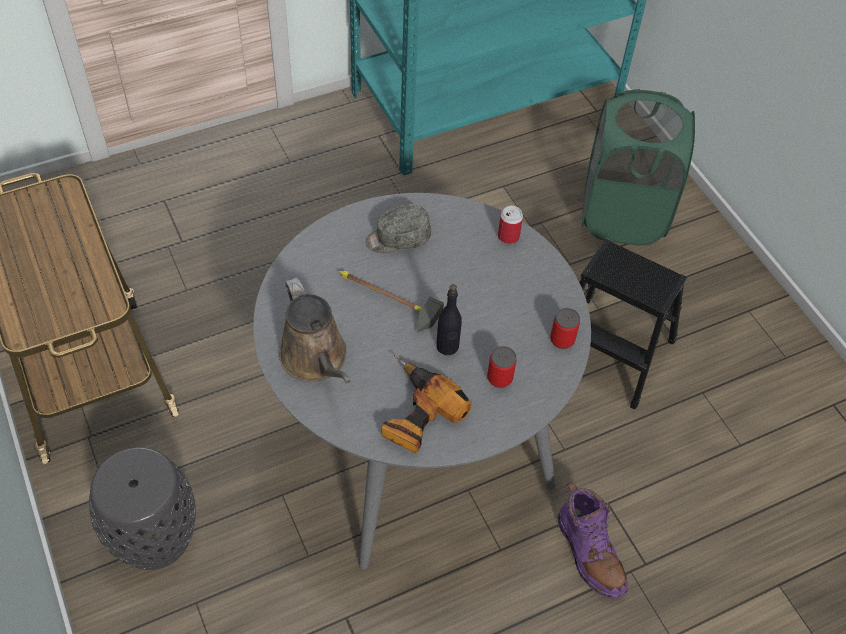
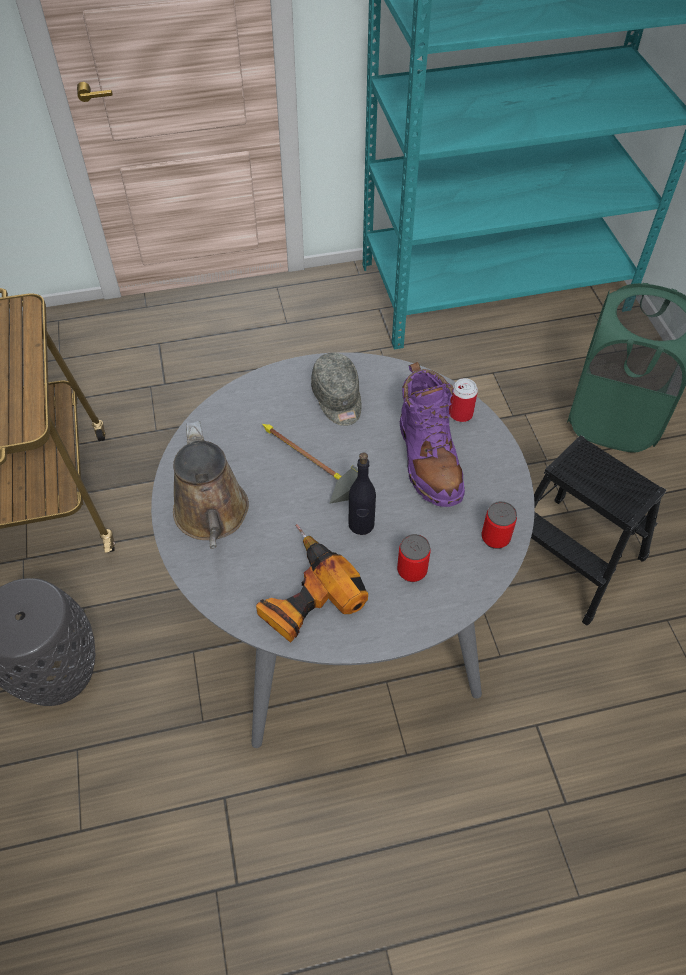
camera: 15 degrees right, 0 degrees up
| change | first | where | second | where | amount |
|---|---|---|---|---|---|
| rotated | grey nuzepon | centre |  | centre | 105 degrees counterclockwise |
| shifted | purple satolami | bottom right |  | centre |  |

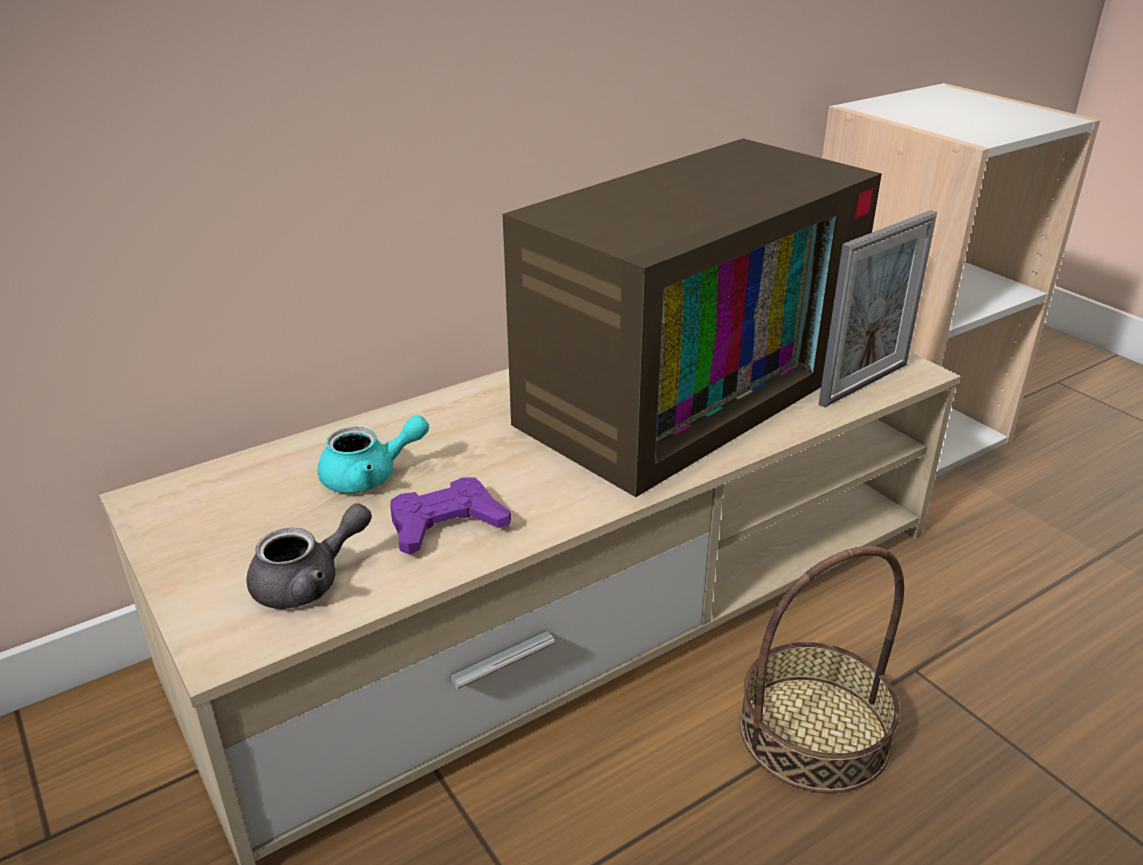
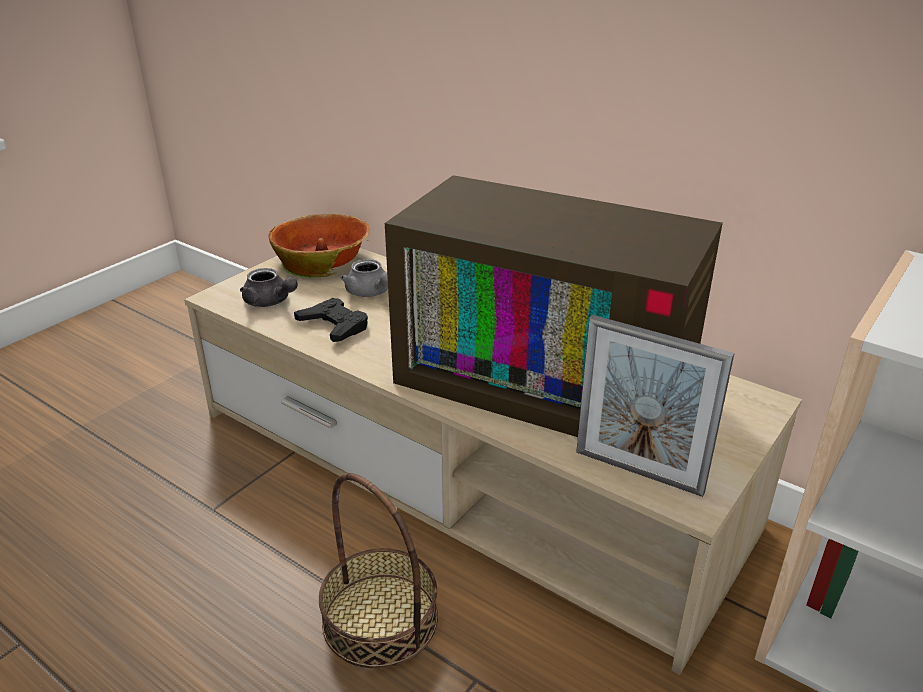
camera: 70 degrees right, 0 degrees up
| change | first | where | second | where | amount |
|---|---|---|---|---|---|
| repainted | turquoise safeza | middle left | grey safeza (no. 2 from left) | centre |  |
| repainted | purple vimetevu | centre | black vimetevu | centre |  |
| new |  |  | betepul | centre |  |

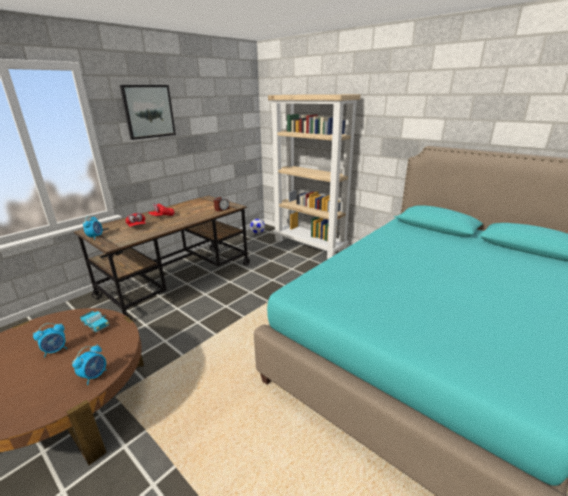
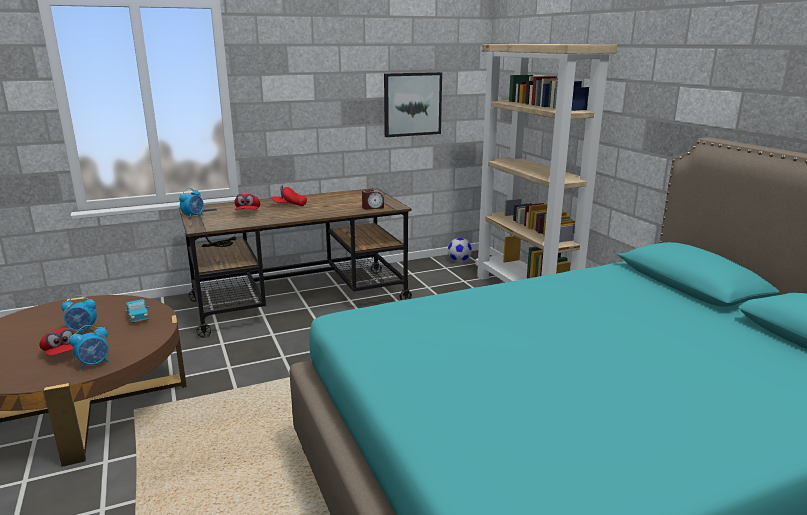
camera: 25 degrees right, 5 degrees down
| change | first | where | second | where | amount |
|---|---|---|---|---|---|
| shifted | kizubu | top left |  | top centre |  |
| new |  |  | red nuzepon (no. 1 from left) | middle left |  |

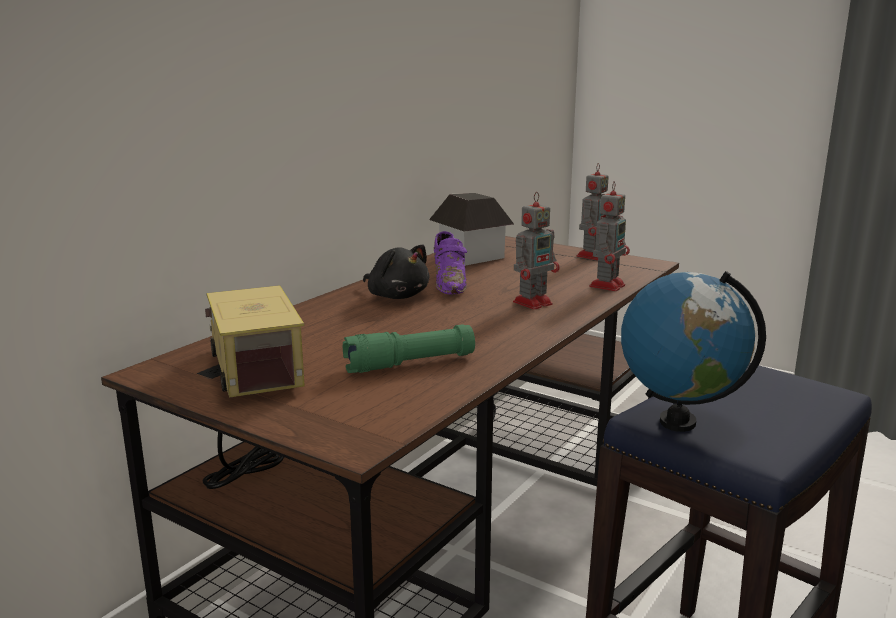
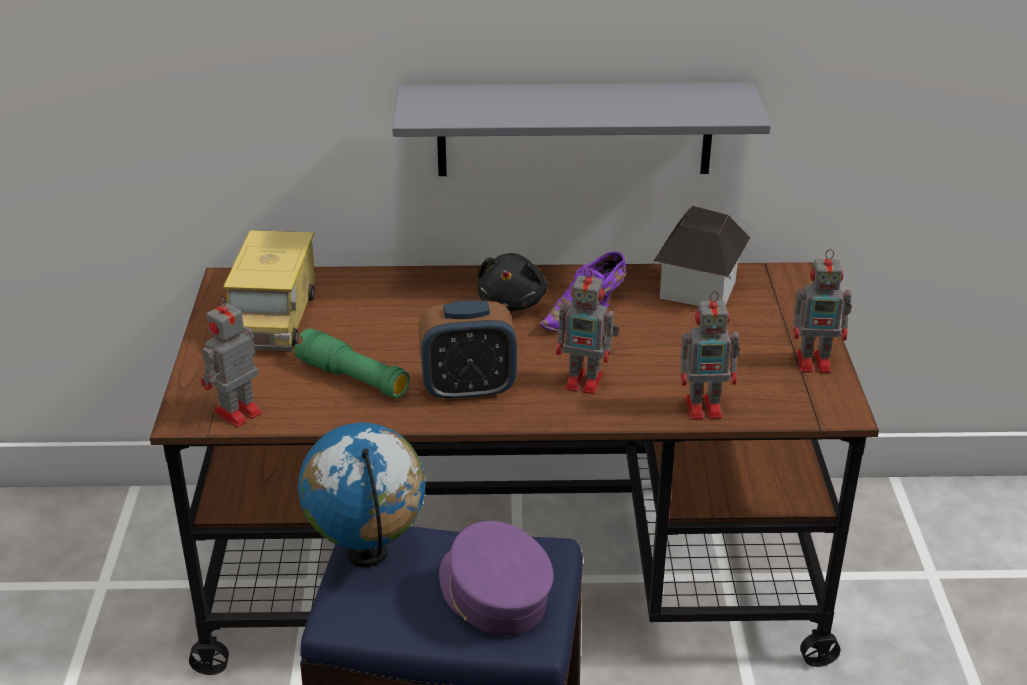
camera: 55 degrees right, 15 degrees up
| change | first | where | second | where | amount |
|---|---|---|---|---|---|
| rotated | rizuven | middle left |  | middle left | 150 degrees clockwise |
| new |  |  | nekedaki (no. 1 from left) | middle left |  |
| new |  |  | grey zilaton | top centre |  |
| new |  |  | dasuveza | centre |  |
| new |  |  | purple nuzepon | bottom centre |  |

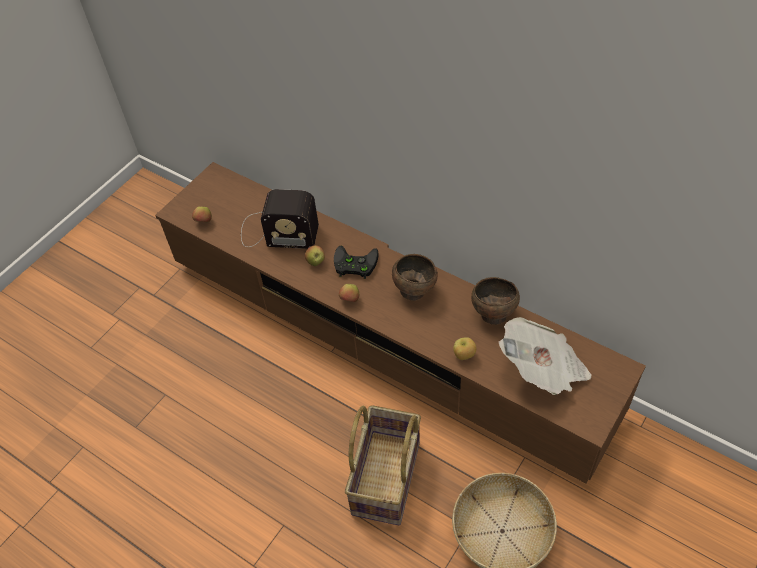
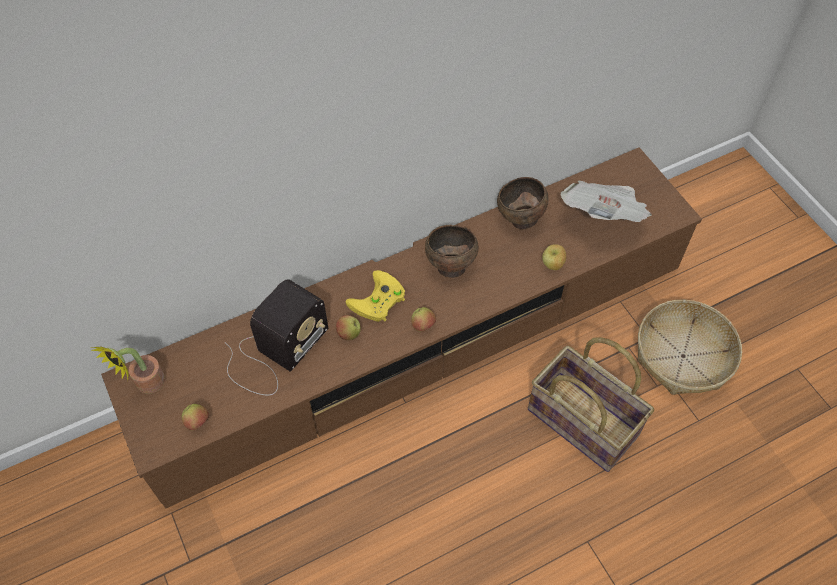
camera: 65 degrees left, 5 degrees up
| change | first | where | second | where | amount |
|---|---|---|---|---|---|
| repainted | black vimetevu | centre | yellow vimetevu | centre |  |
| new |  |  | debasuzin | middle left |  |

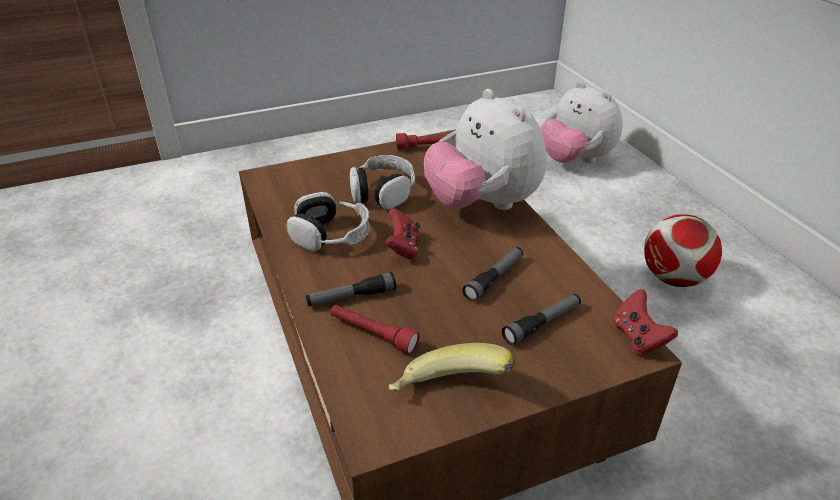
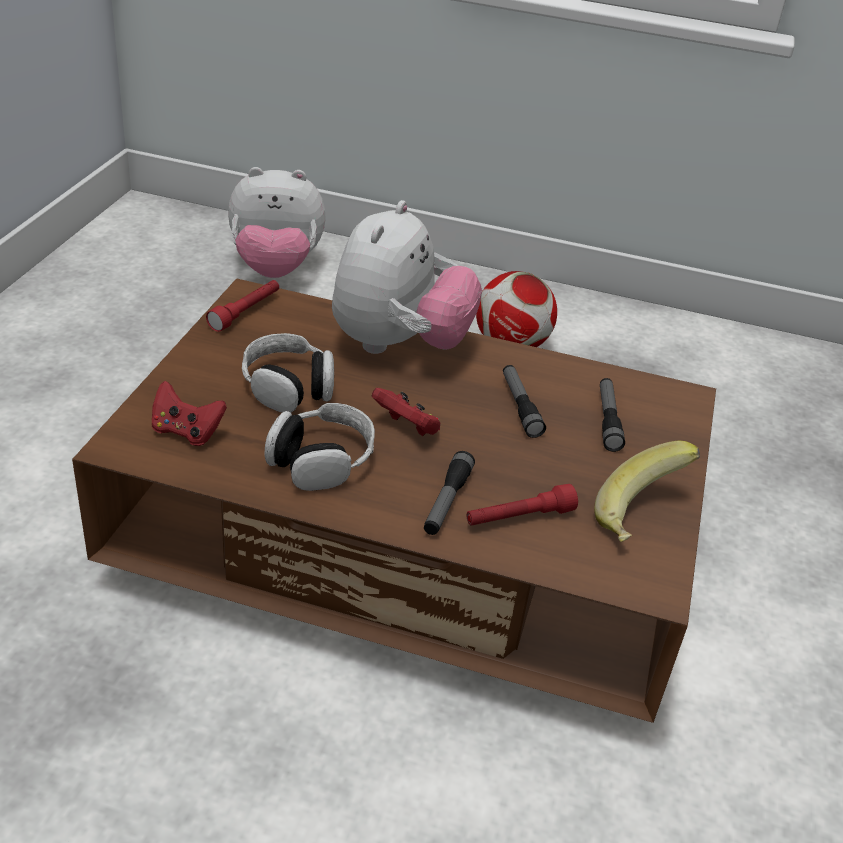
camera: 55 degrees left, 0 degrees up
| change | first | where | second | where | amount |
|---|---|---|---|---|---|
| rotated | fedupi (no. 1 from left in the first image) | top centre | fedupi (no. 2 from left) | top centre | 75 degrees counterclockwise |
| shifted | red vimetevu (no. 2 from left in the first image) | middle right | red vimetevu (no. 1 from left) | middle left |  |

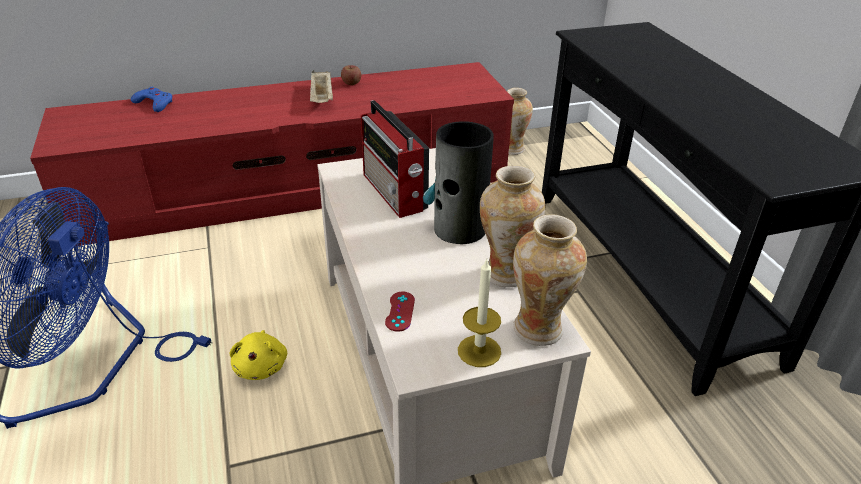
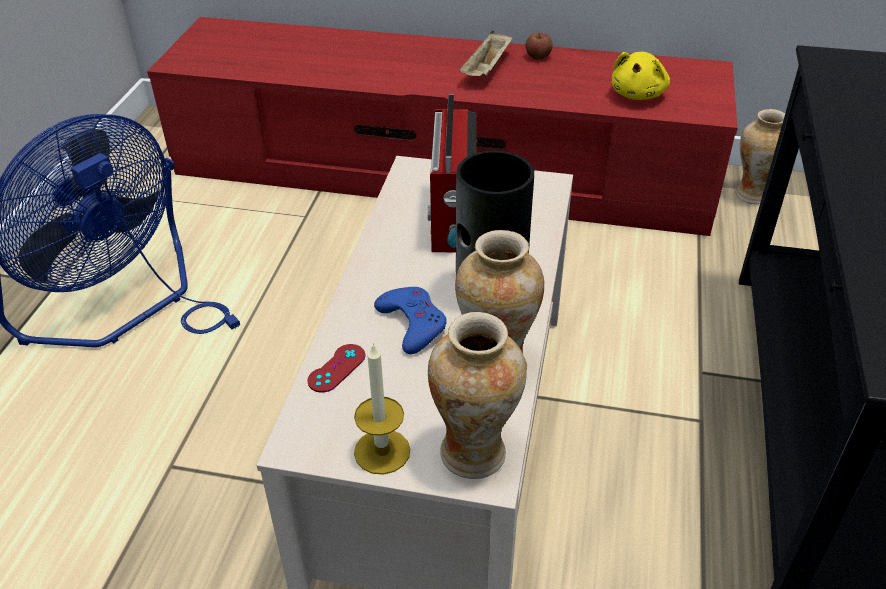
camera: 30 degrees right, 5 degrees up
| change | first | where | second | where | amount |
|---|---|---|---|---|---|
| shifted | blue vimetevu | top left |  | centre |  |
| shifted | yellow fedupi | bottom left |  | top right |  |

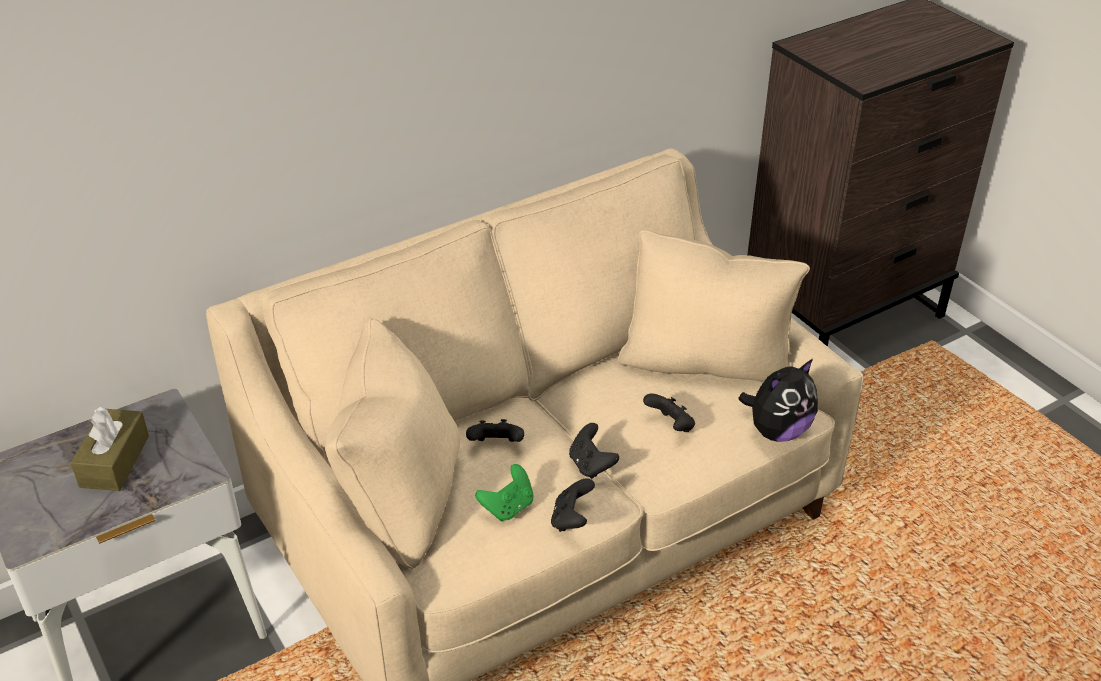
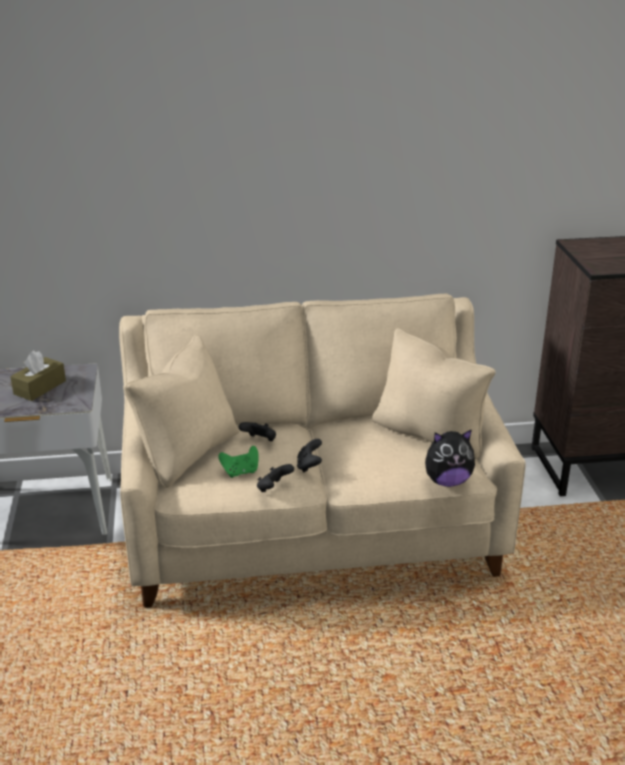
camera: 25 degrees right, 10 degrees down
| change | first | where | second | where | amount |
|---|---|---|---|---|---|
| gone | black vimetevu (no. 4 from left) | centre |  |  |  |

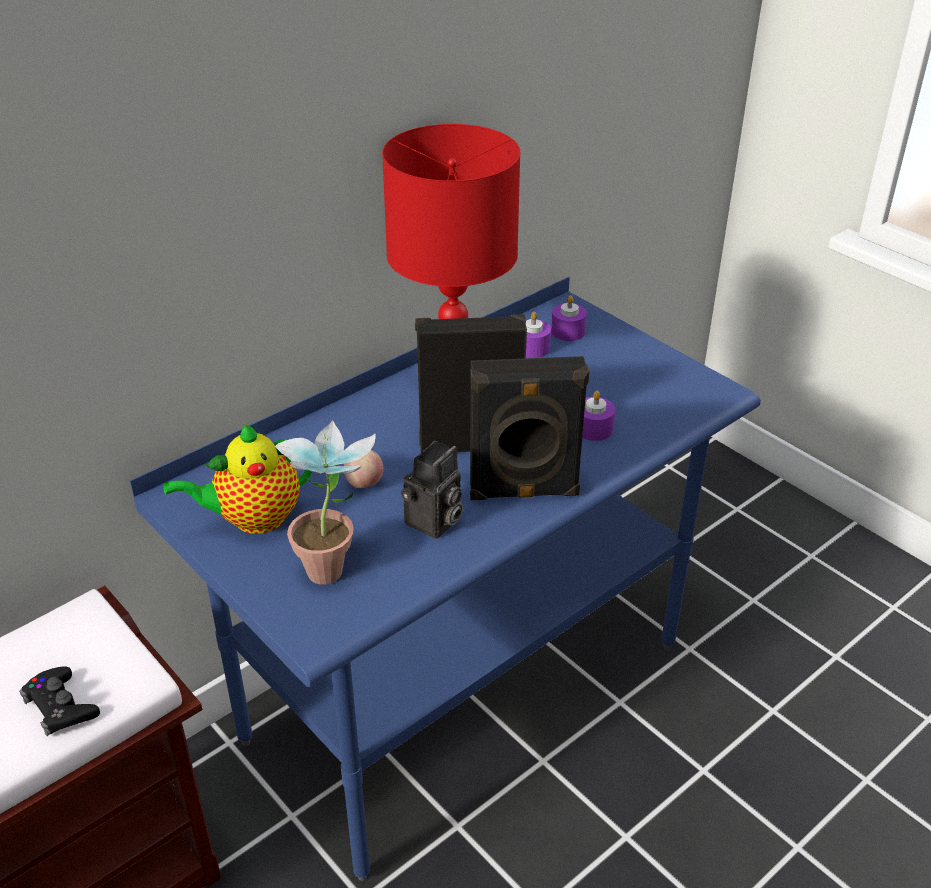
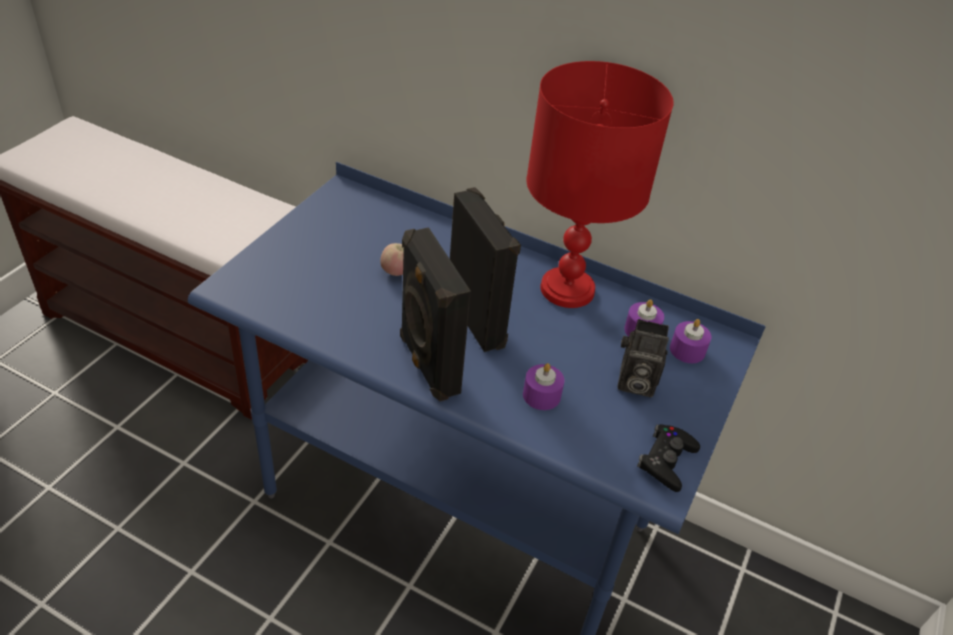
camera: 65 degrees right, 5 degrees up
| change | first | where | second | where | amount |
|---|---|---|---|---|---|
| shifted | black vimetevu | bottom left |  | bottom right |  |
| gone | safeza | middle left |  |  |  |
| gone | debasuzin | centre |  |  |  |
| shifted | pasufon | centre |  | middle right |  |

